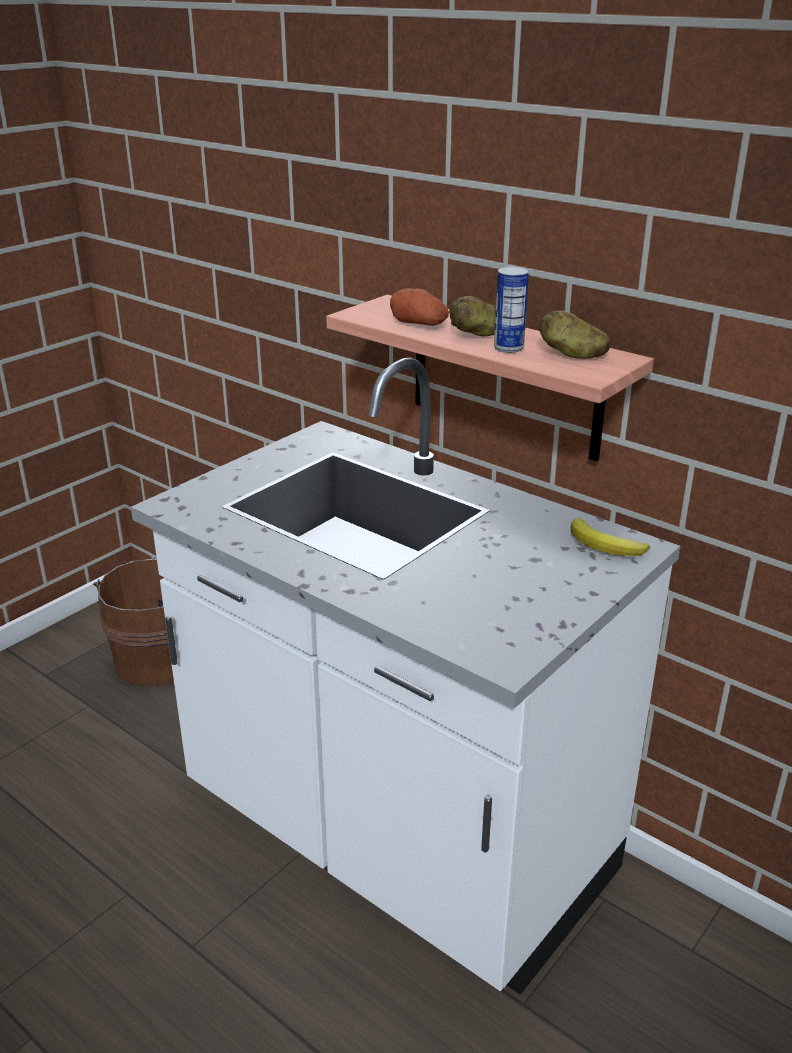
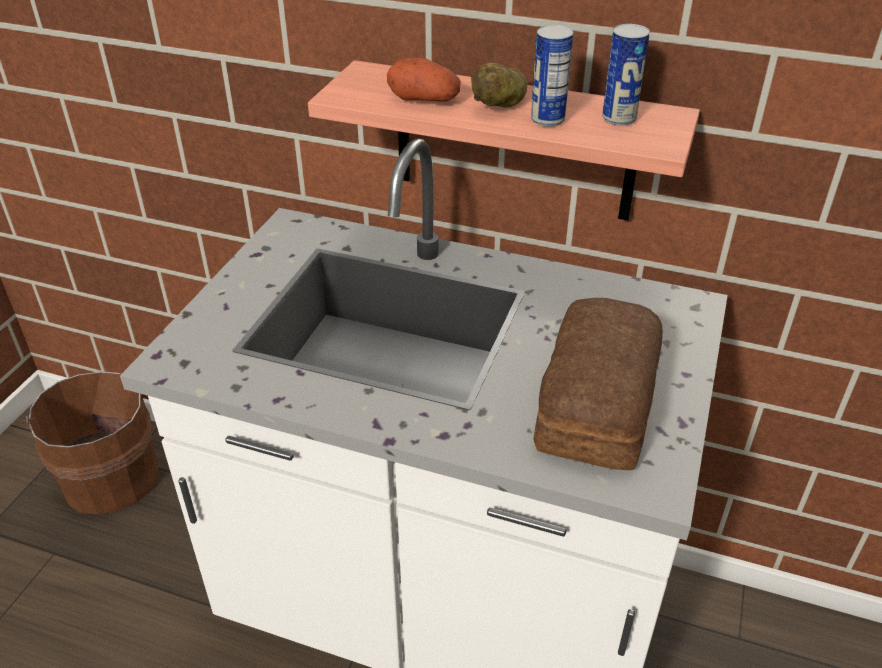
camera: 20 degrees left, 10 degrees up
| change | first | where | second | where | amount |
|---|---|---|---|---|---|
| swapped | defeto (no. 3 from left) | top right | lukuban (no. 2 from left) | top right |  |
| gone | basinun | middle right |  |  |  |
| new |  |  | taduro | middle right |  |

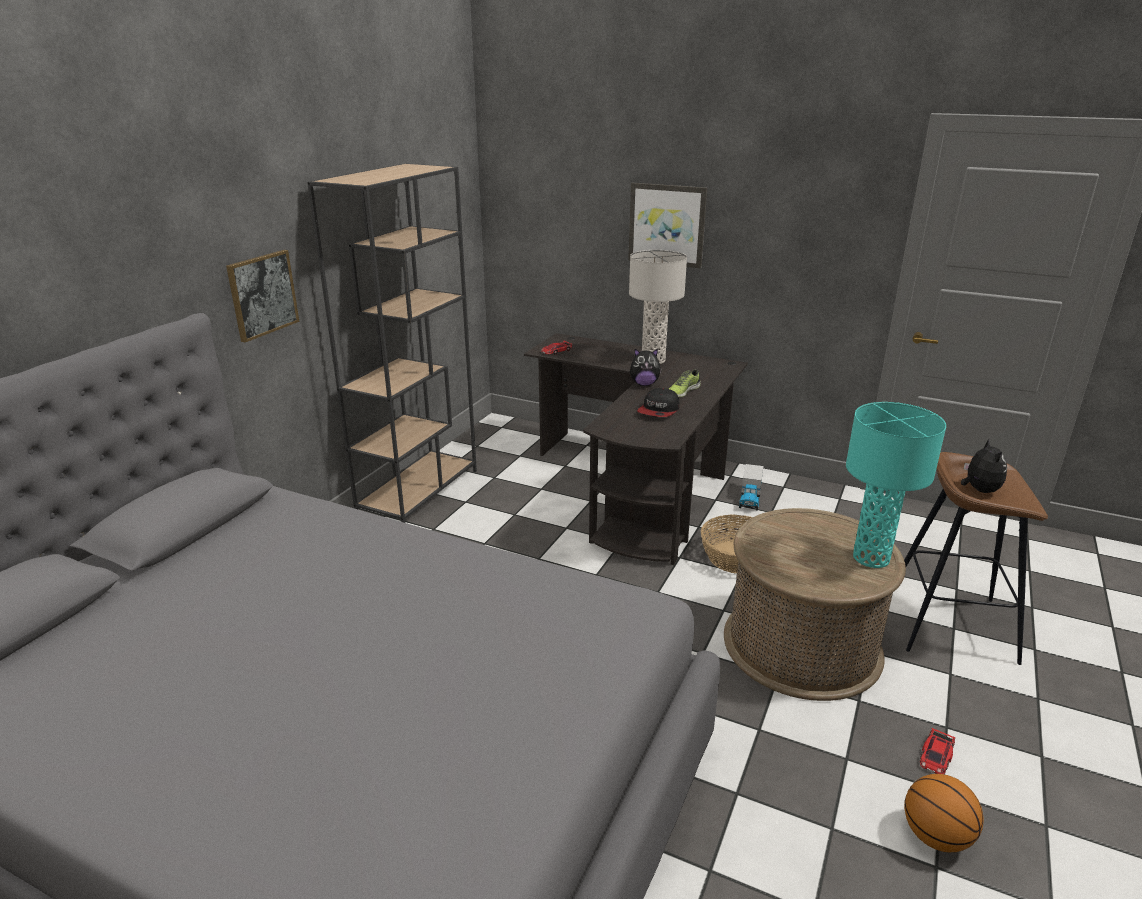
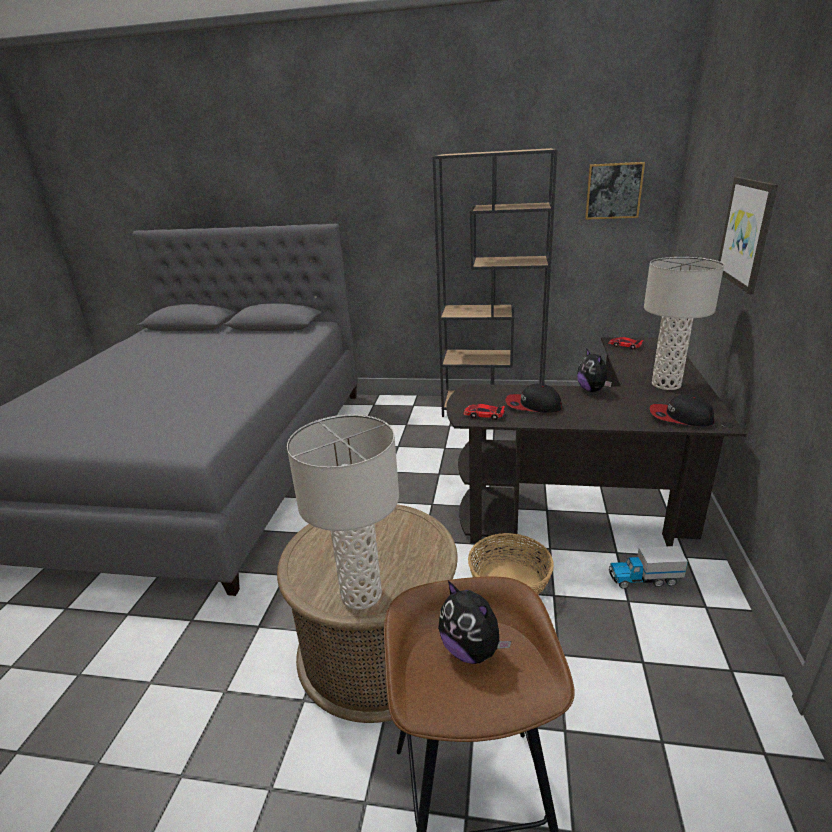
camera: 75 degrees right, 0 degrees up
| change | first | where | second | where | amount |
|---|---|---|---|---|---|
| shifted | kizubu (no. 1 from left) | top left |  | top right |  |
| gone | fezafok | centre |  |  |  |
| repainted | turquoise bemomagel | middle right | white bemomagel (no. 1 from left) | centre |  |
| gone | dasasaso | bottom right |  |  |  |
| shifted | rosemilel (no. 2 from left in the first image) | bottom right | rosemilel (no. 1 from left) | centre |  |
| rotated | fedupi (no. 2 from left in the first image) | middle right | fedupi (no. 1 from left) | bottom centre | 60 degrees clockwise |
| new |  |  | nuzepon (no. 2 from left) | middle right |  |

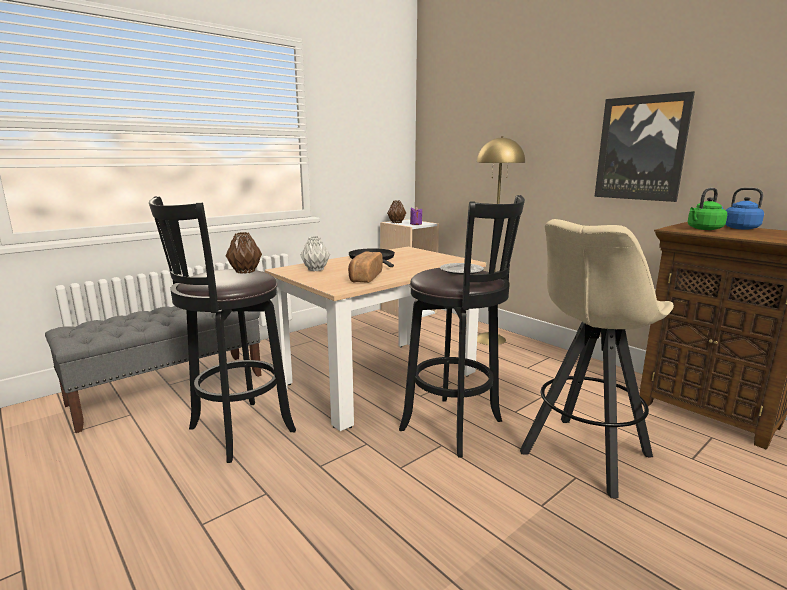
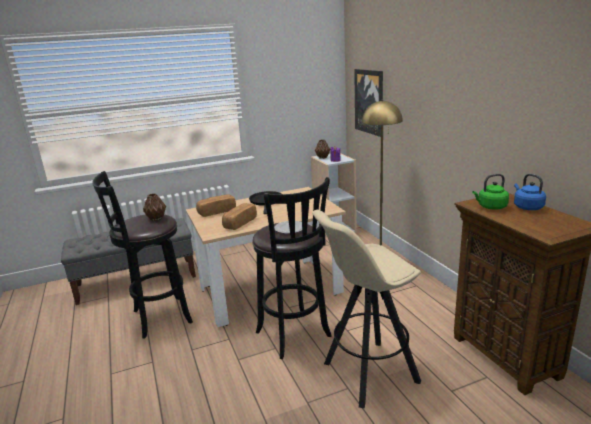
camera: 20 degrees right, 5 degrees up
| change | first | where | second | where | amount |
|---|---|---|---|---|---|
| swapped | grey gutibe | centre | taduro (no. 1 from left) | centre |  |
| shifted | kizubu | top right |  | top centre |  |

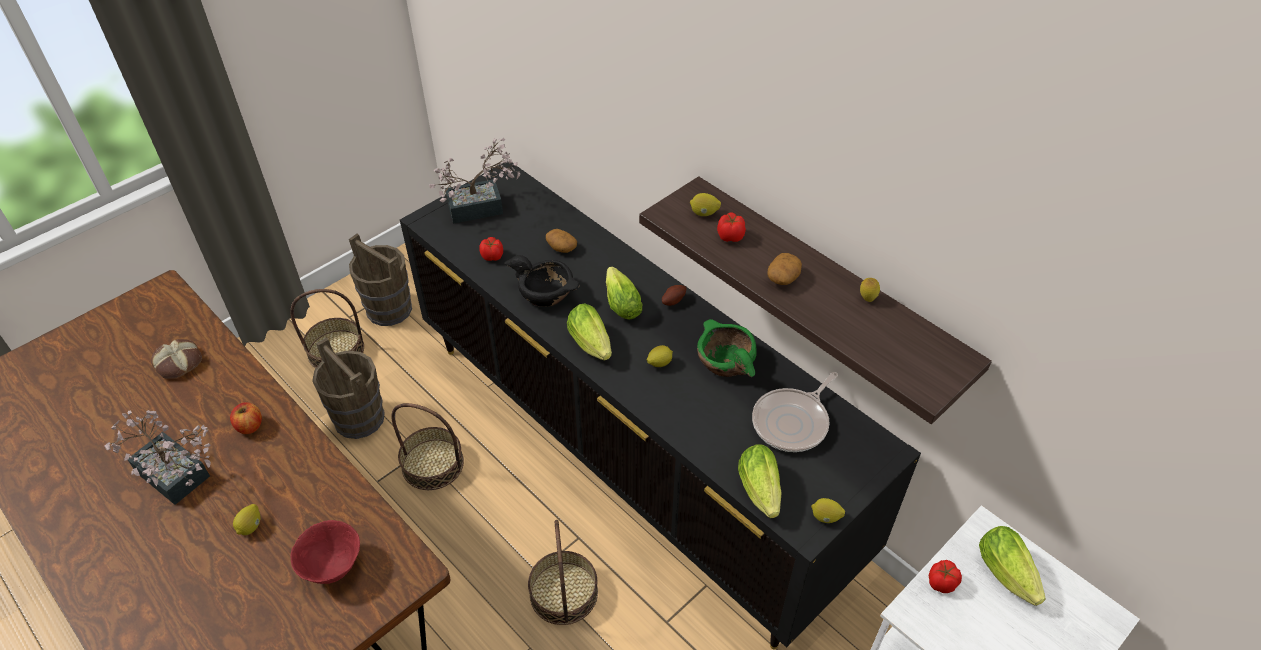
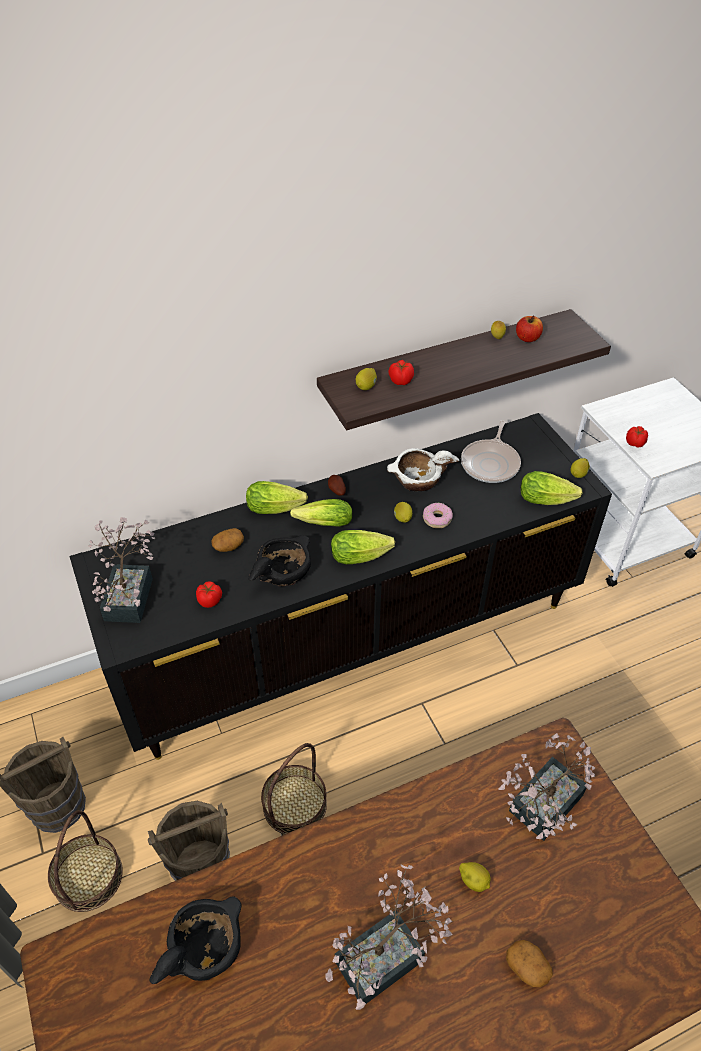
camera: 70 degrees left, 0 degrees up
| change | first | where | second | where | amount |
|---|---|---|---|---|---|
| swapped | taduro | middle left | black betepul (no. 1 from left) | bottom left |  |
| shifted | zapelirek | middle left |  | top right |  |
| swapped | red betepul | bottom left | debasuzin (no. 3 from left) | bottom right |  |
| gone | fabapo (no. 3 from left) | bottom centre |  |  |  |
| repainted | green betepul | centre | white betepul | centre |  |
| rotated | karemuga | centre |  | middle right | 45 degrees clockwise |
| shifted | defeto (no. 3 from left) | centre |  | bottom right |  |
| shifted | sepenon (no. 4 from left in the first image) | bottom right | sepenon (no. 1 from left) | centre |  |
| new |  |  | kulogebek | centre |  |

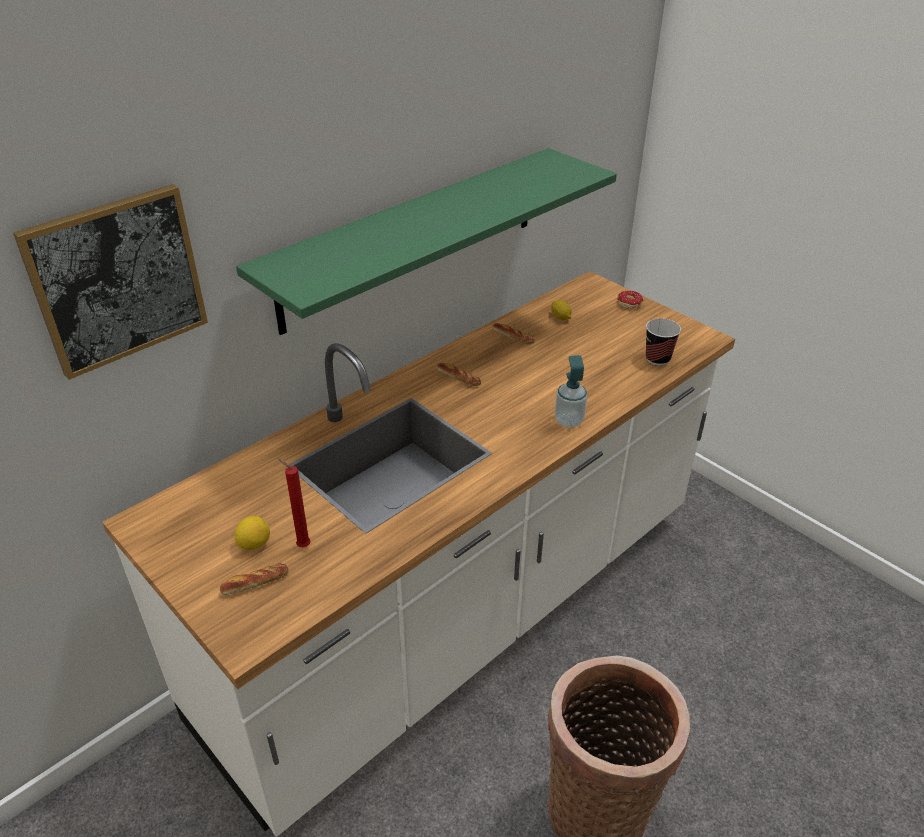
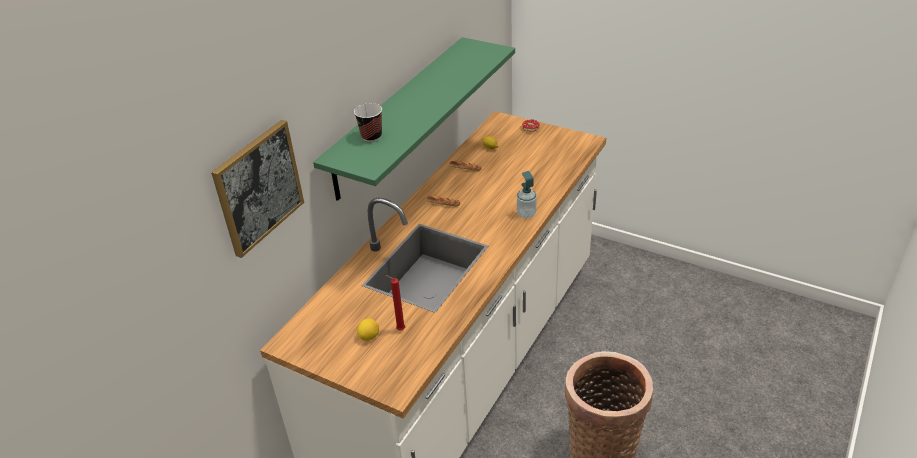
camera: 15 degrees left, 0 degrees up
| change | first | where | second | where | amount |
|---|---|---|---|---|---|
| gone | taduro (no. 1 from left) | bottom left |  |  |  |
| shifted | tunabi | middle right |  | top centre |  |

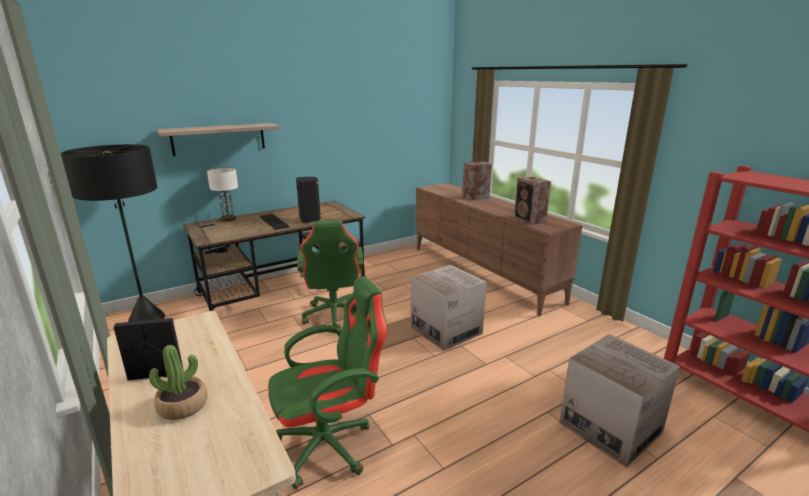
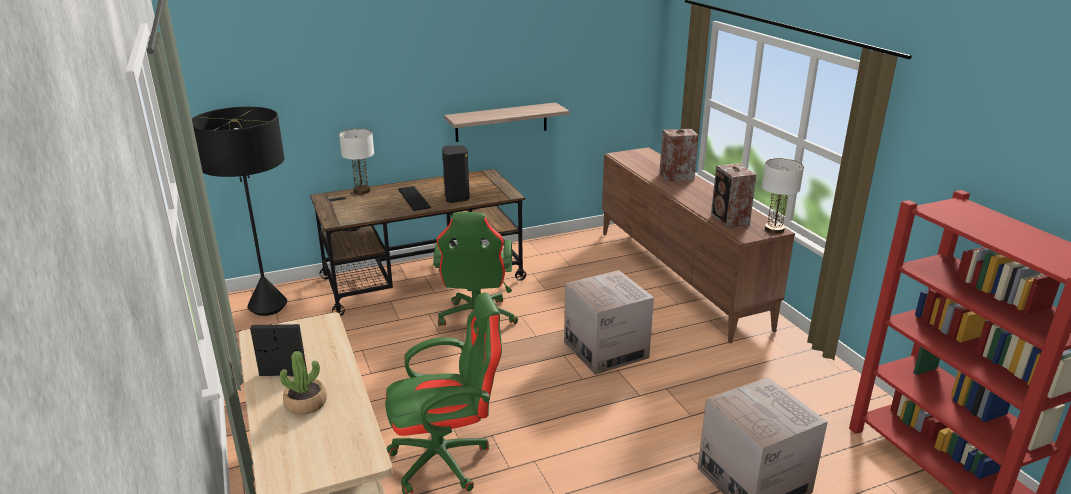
camera: 10 degrees right, 5 degrees up
| change | first | where | second | where | amount |
|---|---|---|---|---|---|
| shifted | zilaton | top left |  | top centre |  |
| new |  |  | bemomagel (no. 2 from left) | middle right |  |

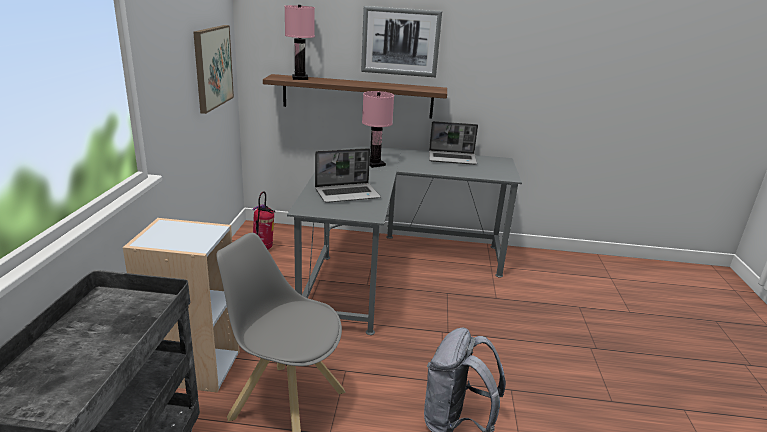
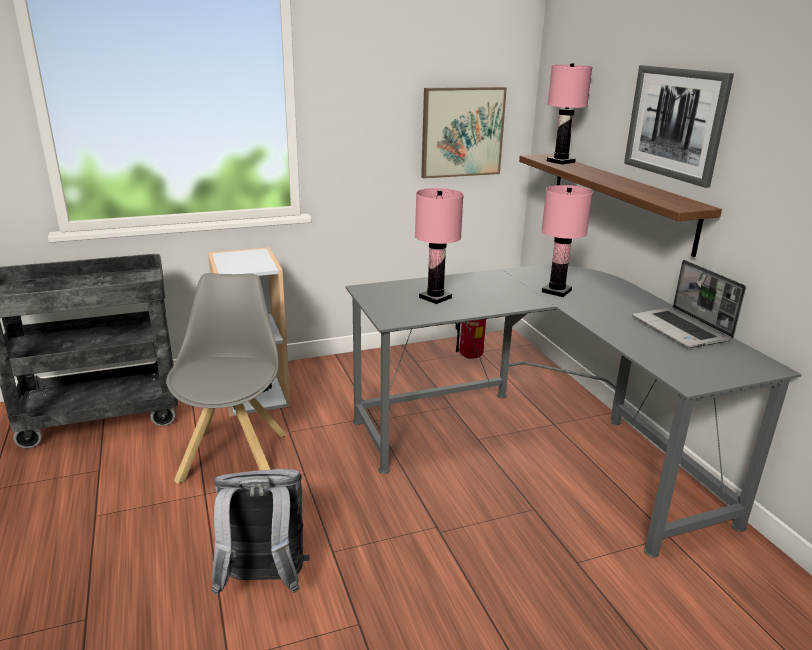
camera: 65 degrees right, 0 degrees up
| change | first | where | second | where | amount |
|---|---|---|---|---|---|
| swapped | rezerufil (no. 1 from left) | centre | pink bemomagel (no. 1 from left) | centre |  |

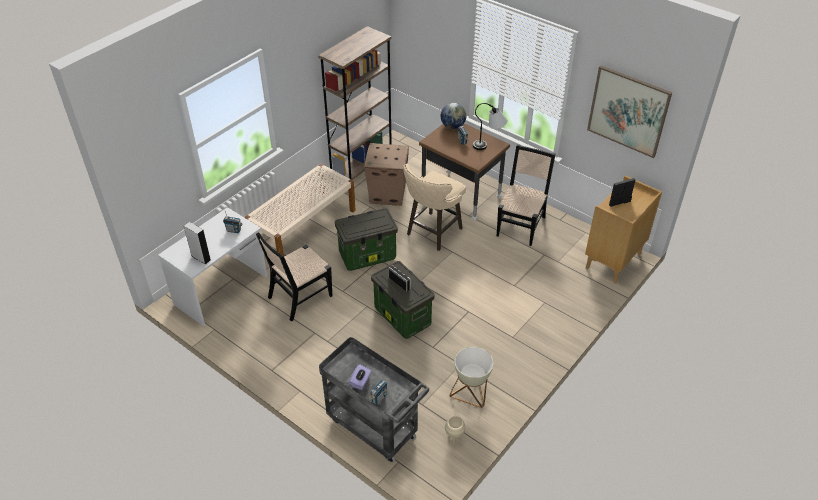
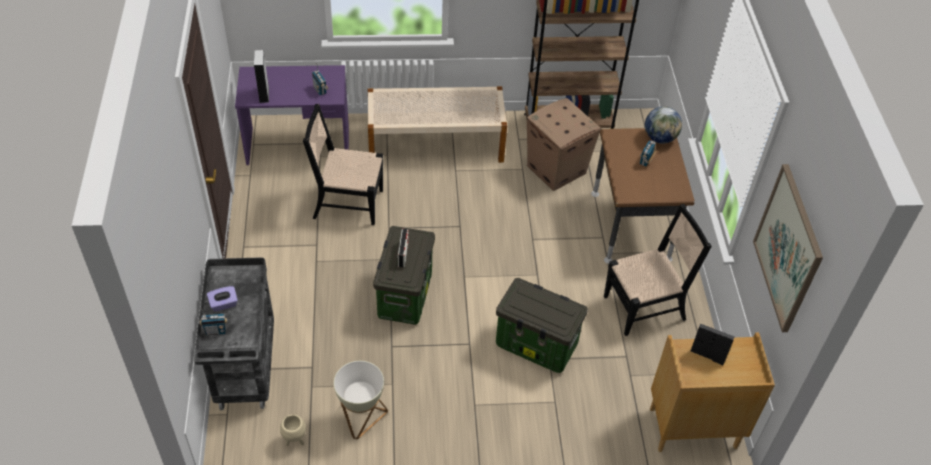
camera: 45 degrees right, 5 degrees up
| change | first | where | second | where | amount |
|---|---|---|---|---|---|
| repainted | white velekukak | middle left | purple velekukak | top left |  |
| shifted | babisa (no. 1 from left in the first image) | centre | babisa (no. 2 from left) | bottom centre |  |
| gone | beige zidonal | centre |  |  |  |
| gone | bemomagel | top centre |  |  |  |

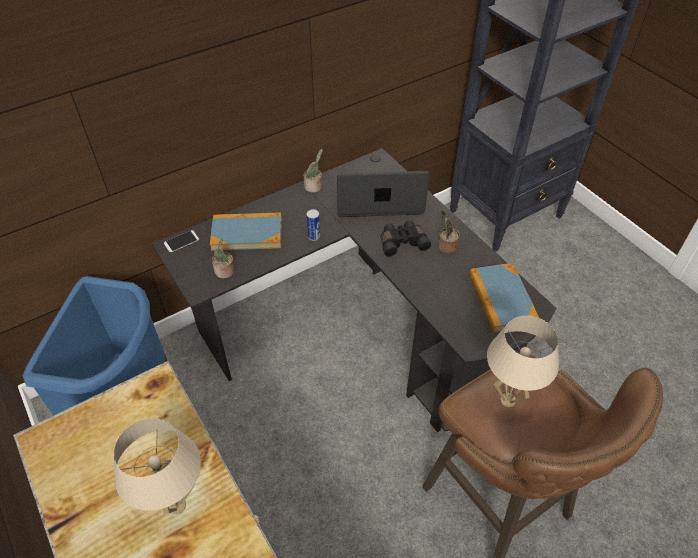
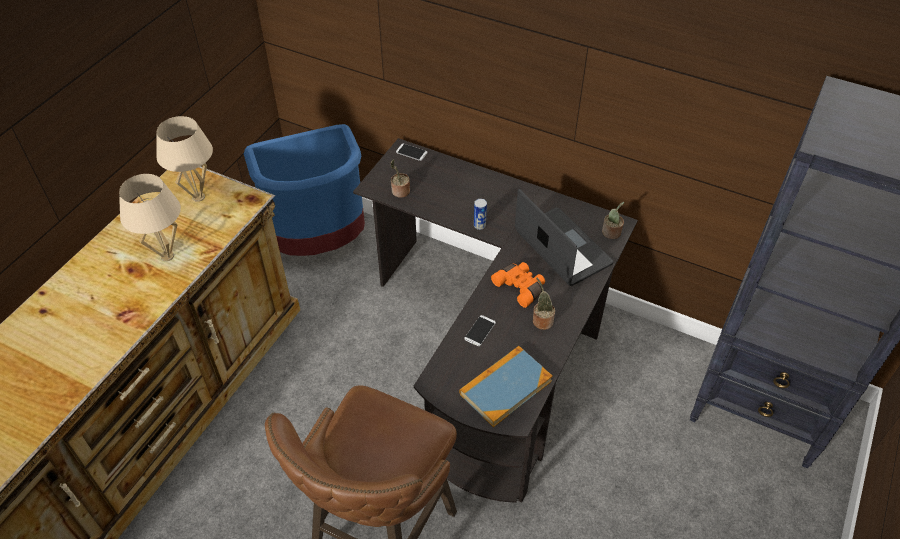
camera: 60 degrees right, 0 degrees up
| change | first | where | second | where | amount |
|---|---|---|---|---|---|
| gone | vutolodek (no. 1 from left) | centre |  |  |  |
| shifted | debasuzin (no. 2 from left in the first image) | top centre | debasuzin (no. 3 from left) | middle right |  |
| repainted | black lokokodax | centre | orange lokokodax | centre |  |
| shifted | beige bemomagel (no. 2 from left) | middle right |  | top left |  |
| new |  |  | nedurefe (no. 2 from left) | centre |  |

